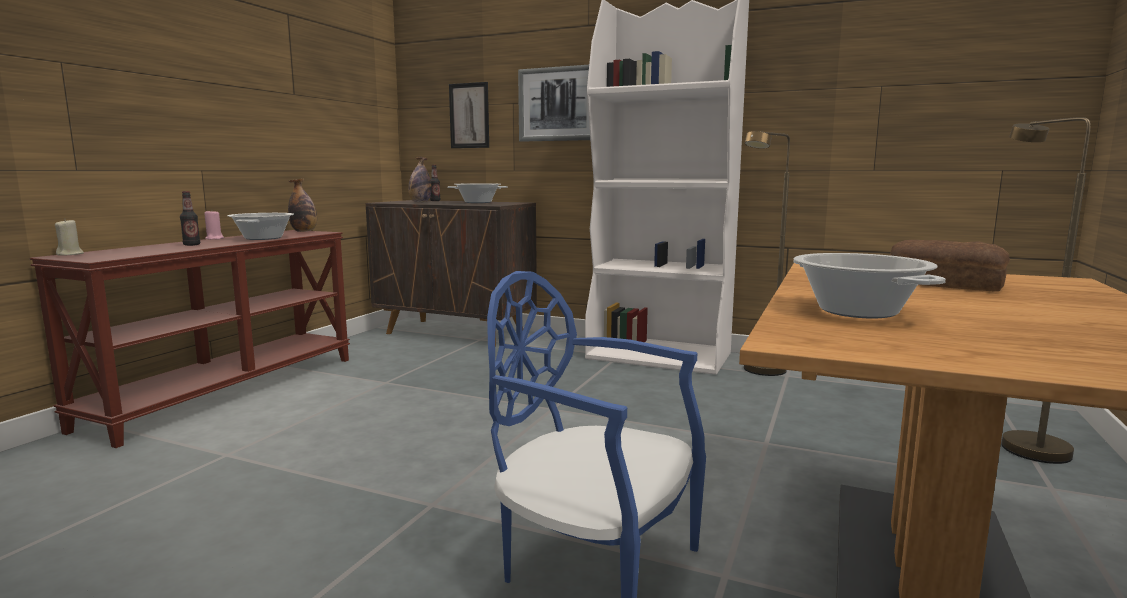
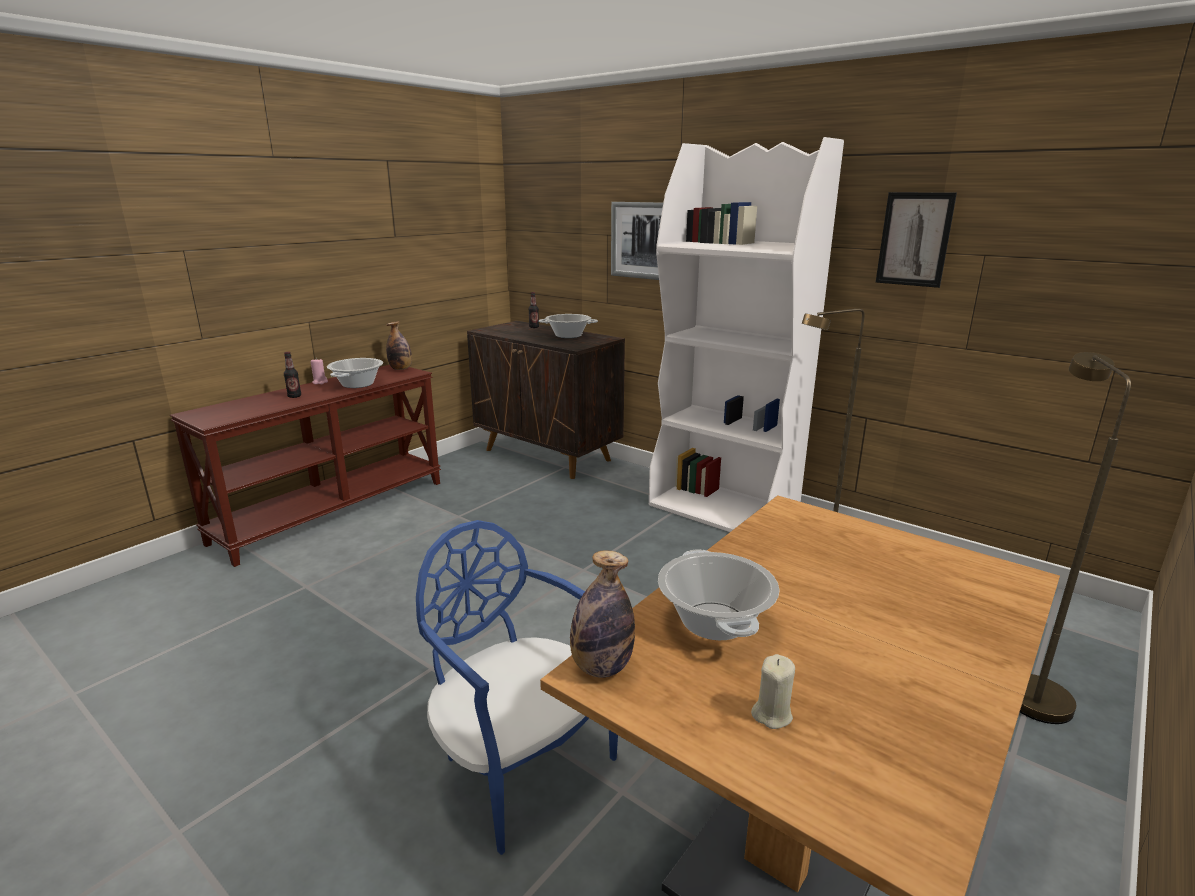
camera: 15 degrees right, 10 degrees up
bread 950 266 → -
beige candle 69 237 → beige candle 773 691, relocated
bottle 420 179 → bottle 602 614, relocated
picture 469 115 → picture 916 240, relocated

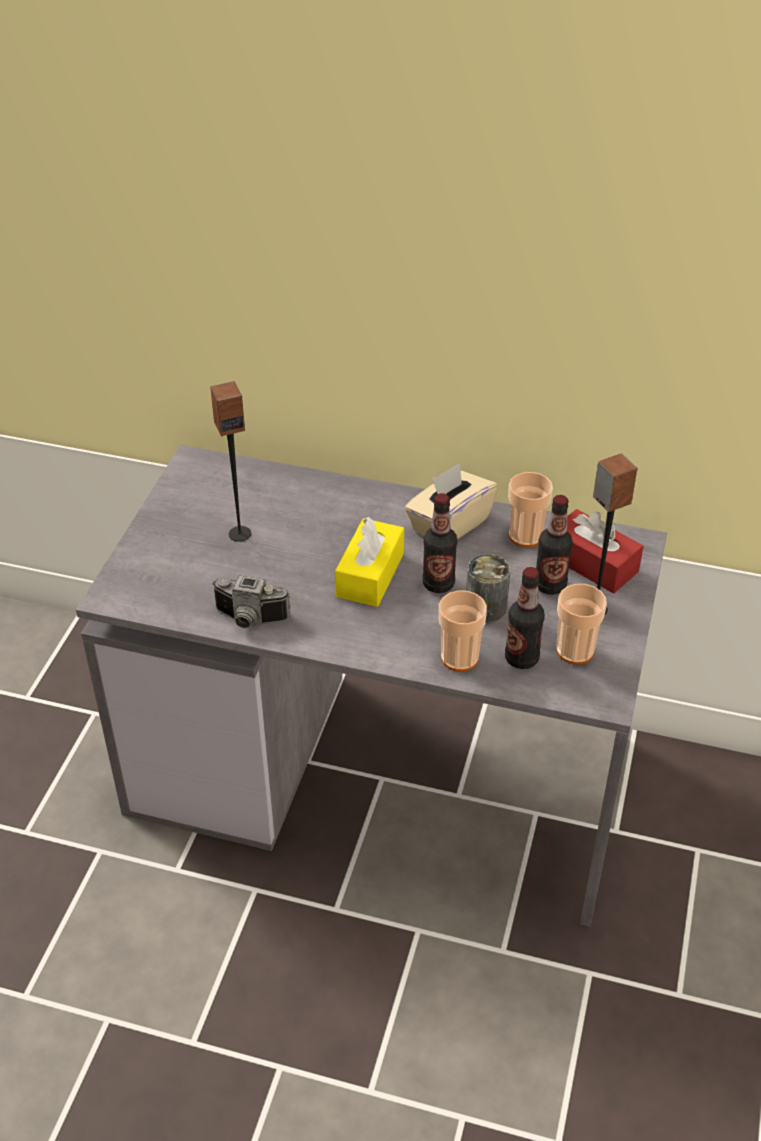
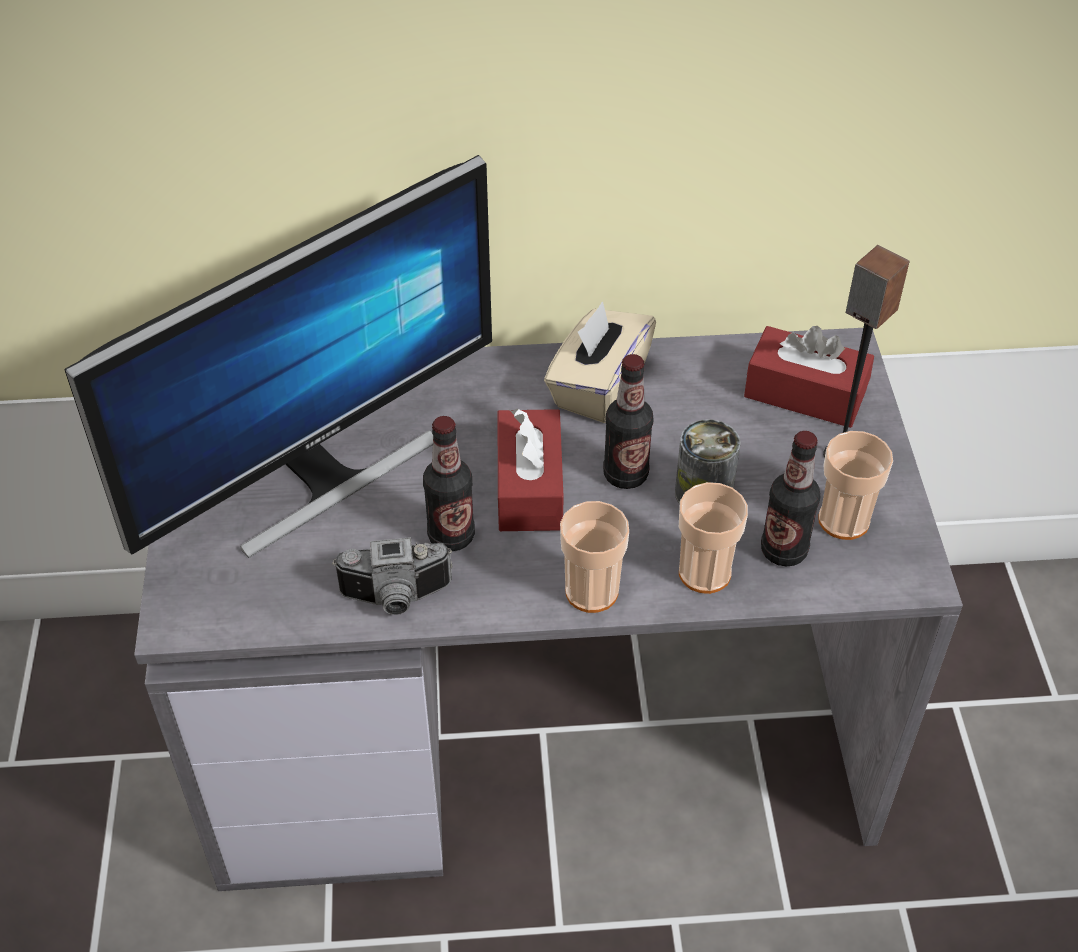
camera: 20 degrees left, 5 degrees up
cup 530 509 → cup 594 557, relocated
bottle 554 545 → bottle 449 483, relocated
speaker 230 461 → monitor 278 356
yellow tissue box 369 562 → red tissue box 531 470

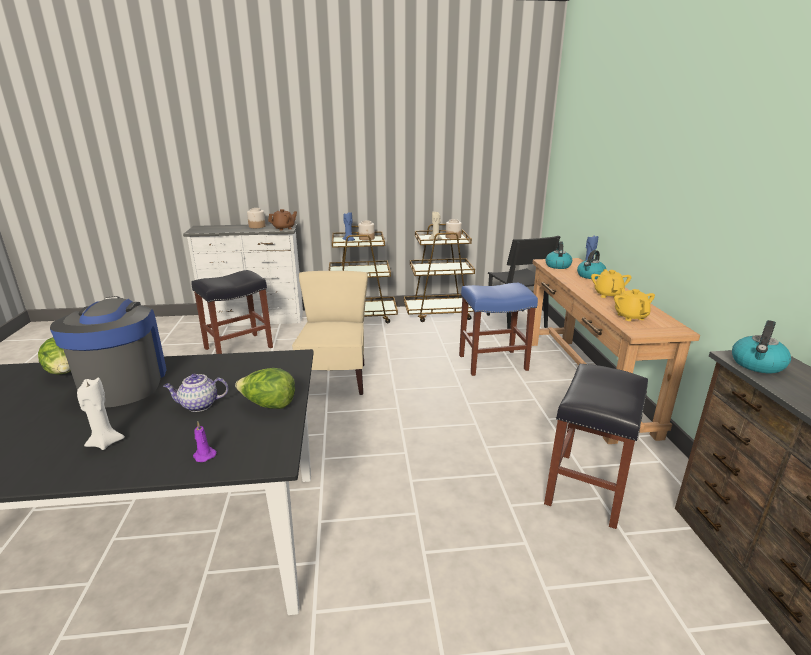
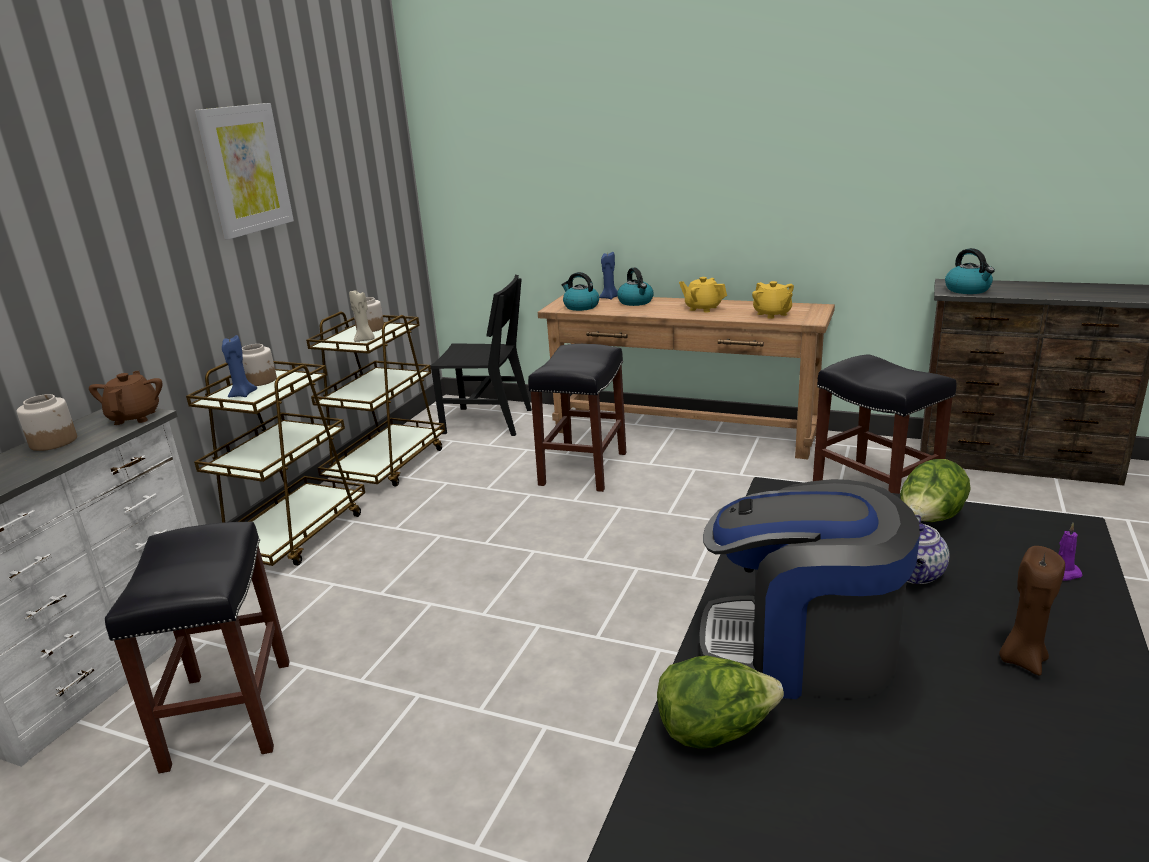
camera: 60 degrees left, 0 degrees up
beige chair 330 333 → -
- → picture 244 171
white candle 101 414 → brown candle 1032 611
blue stool 498 329 → black stool 577 418
yellow teapot 634 304 → yellow teapot 773 300, 135 degrees counterclockwise

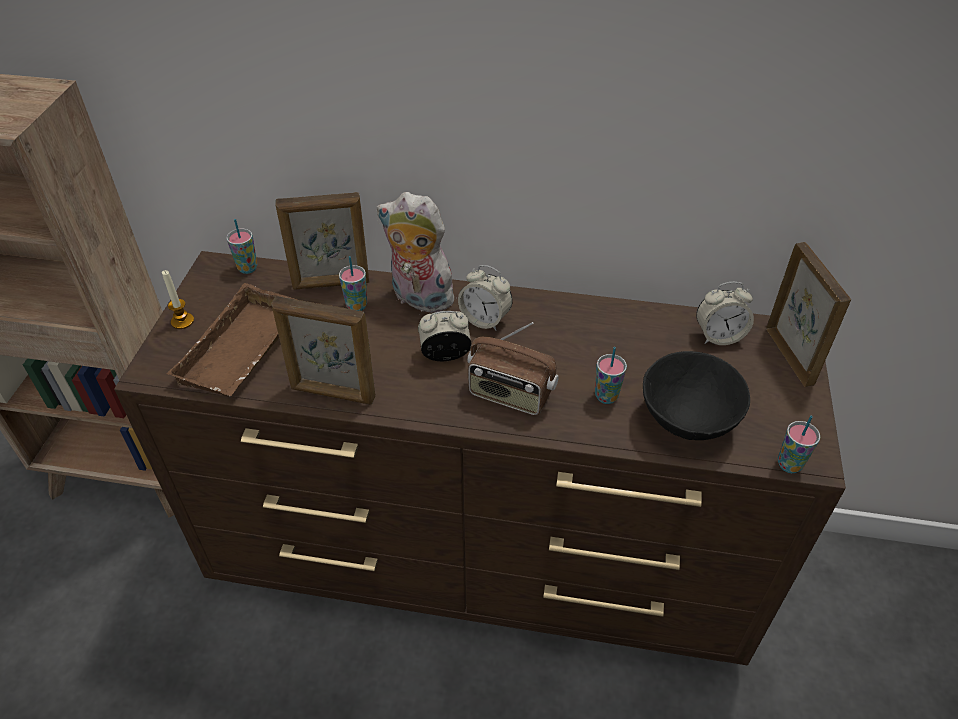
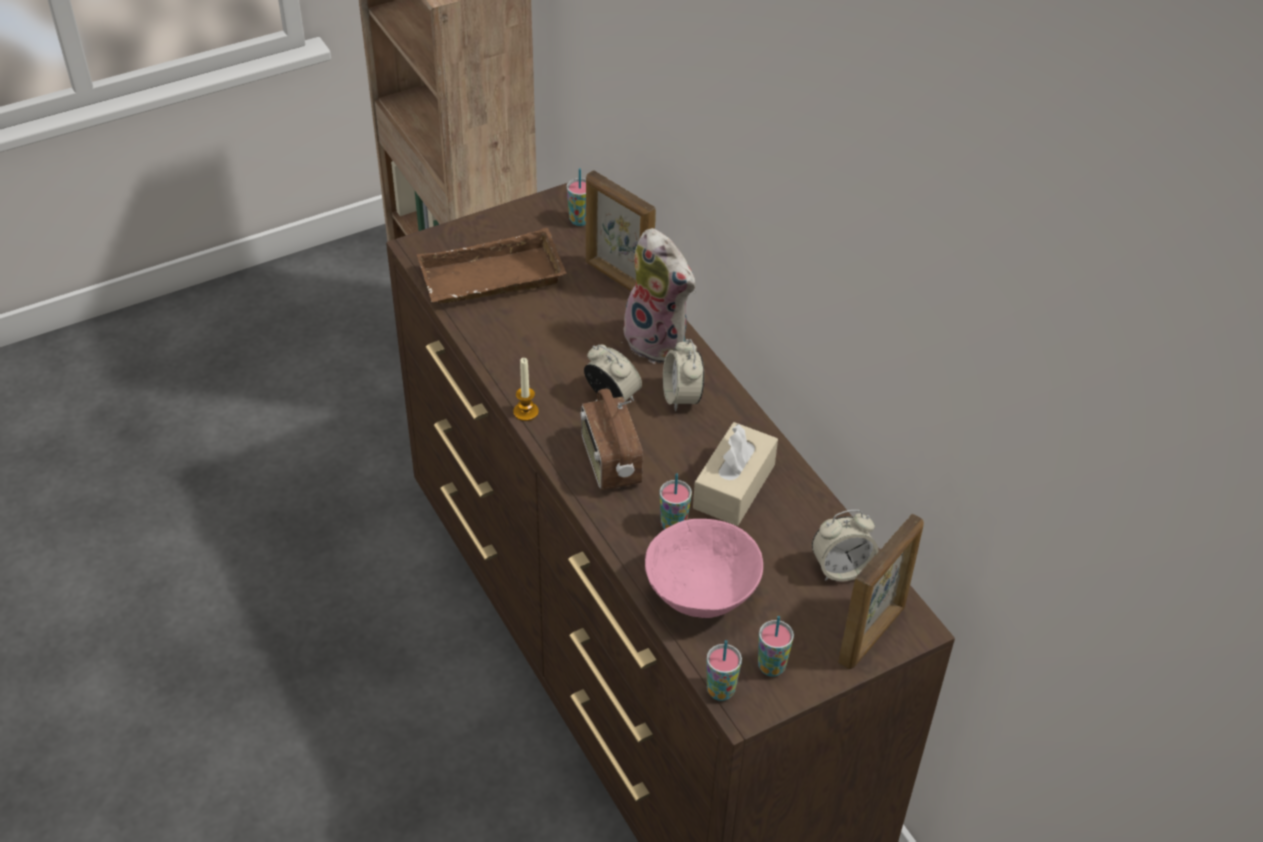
camera: 50 degrees right, 0 degrees up
picture frame 323 350 → -
- → beige tissue box 735 474
candle 178 299 → candle 526 389, relocated
cup 353 283 → cup 776 646, relocated
black bowl 696 395 → pink bowl 704 568
plush toy 415 252 → plush toy 656 296, 150 degrees clockwise
alarm clock 725 313 → alarm clock 845 546, 60 degrees counterclockwise

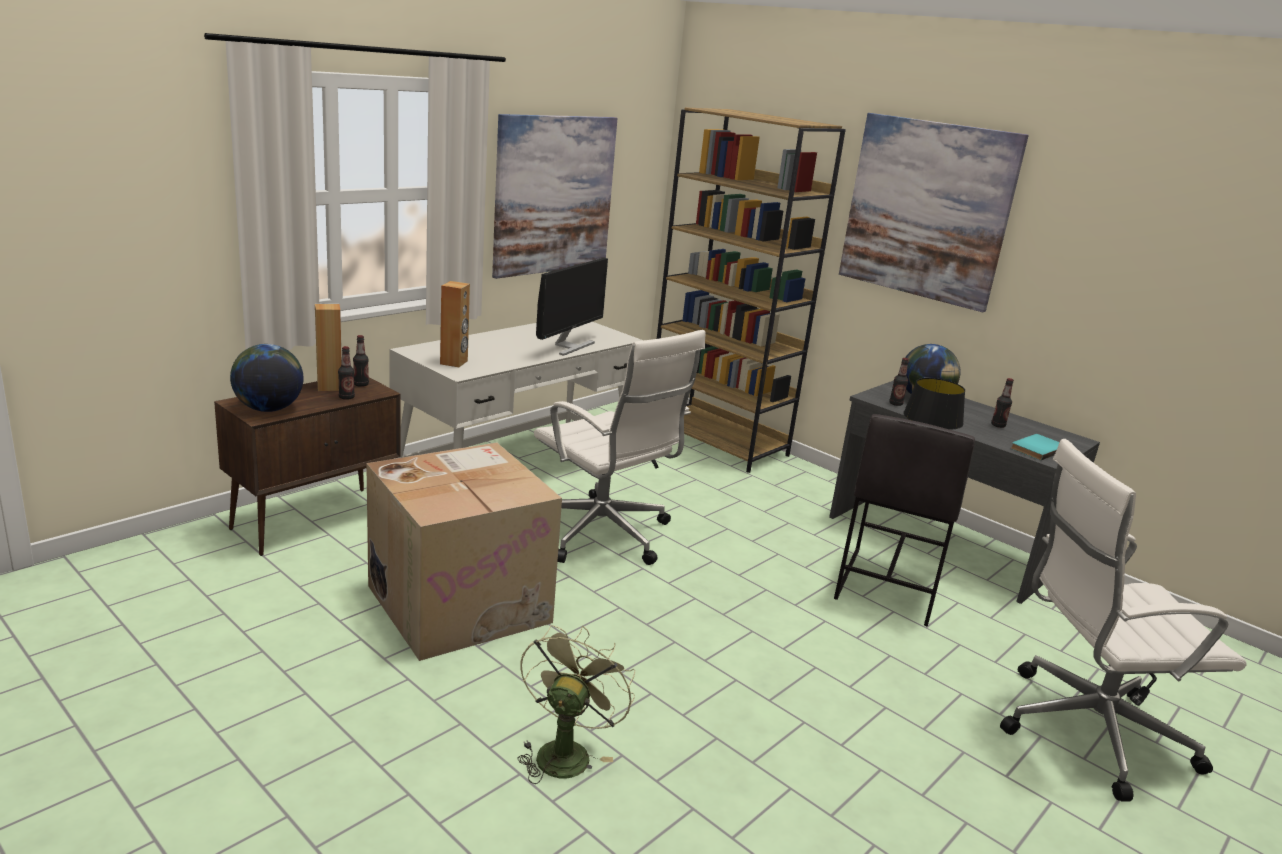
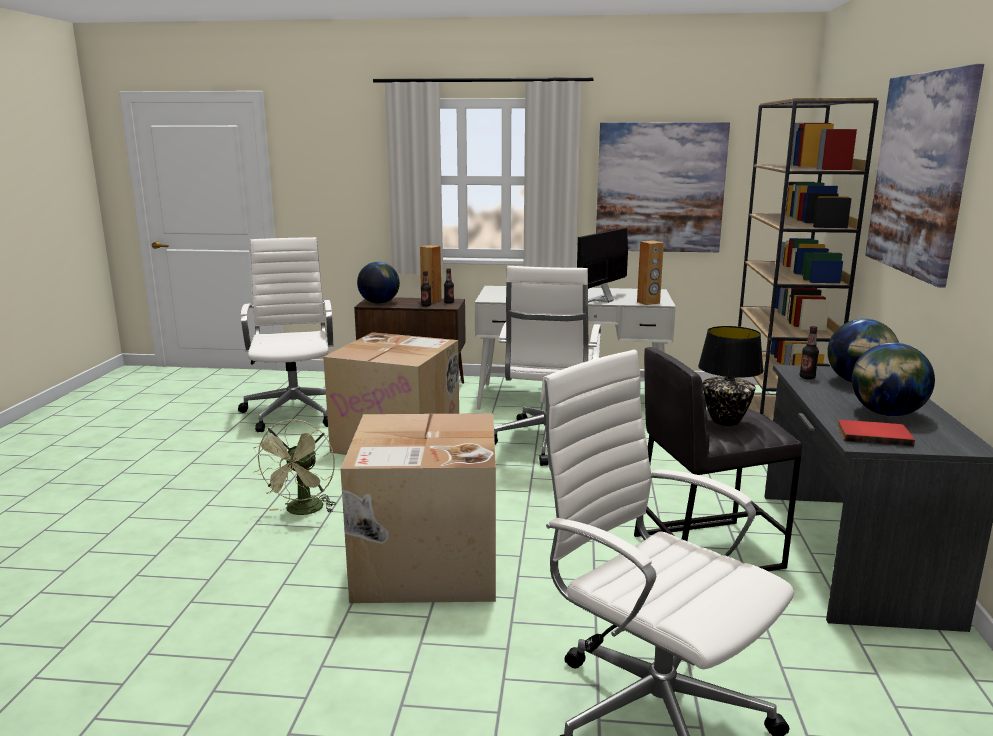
camera: 55 degrees right, 5 degrees down
- → white office chair 286 334
- → cardboard box 418 508
brown speaker 455 324 → brown speaker 650 273, relocated
bottle 1002 403 → globe 893 379
turquoise book 1035 447 → red book 876 433
green fan 576 704 → green fan 294 467, 120 degrees clockwise
monitor 572 307 → monitor 602 265, 135 degrees clockwise

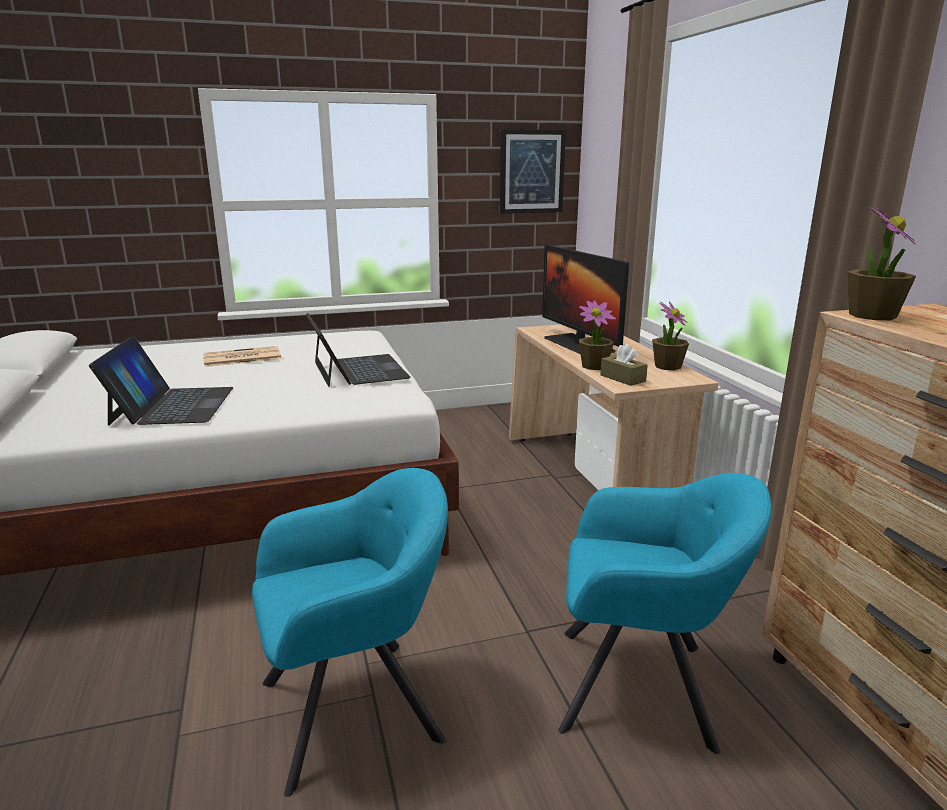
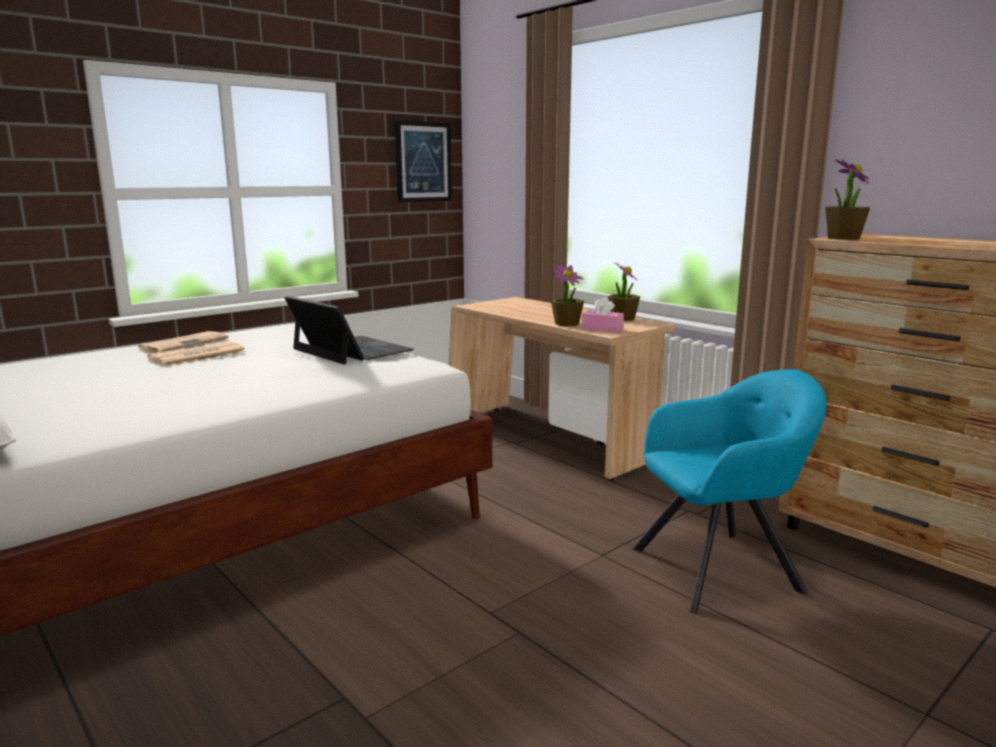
camera: 25 degrees left, 5 degrees down
laptop 161 380 → -
turquoise armchair 350 632 → -
monitor 585 299 → -
- → newspaper 183 342
brown tissue box 624 365 → pink tissue box 603 315

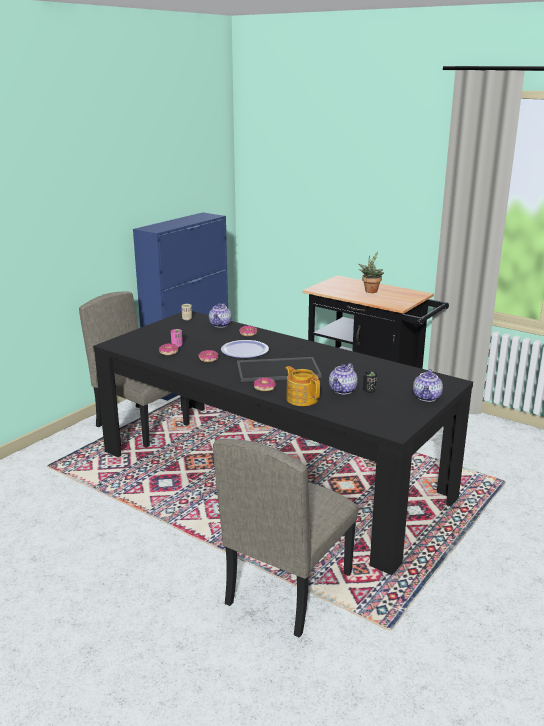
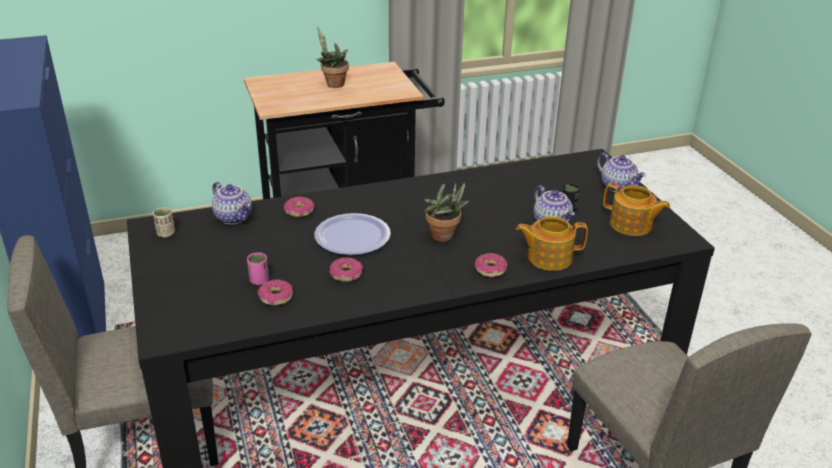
camera: 55 degrees left, 10 degrees up
- → teapot 636 209
tray 279 369 → potted plant 446 212

